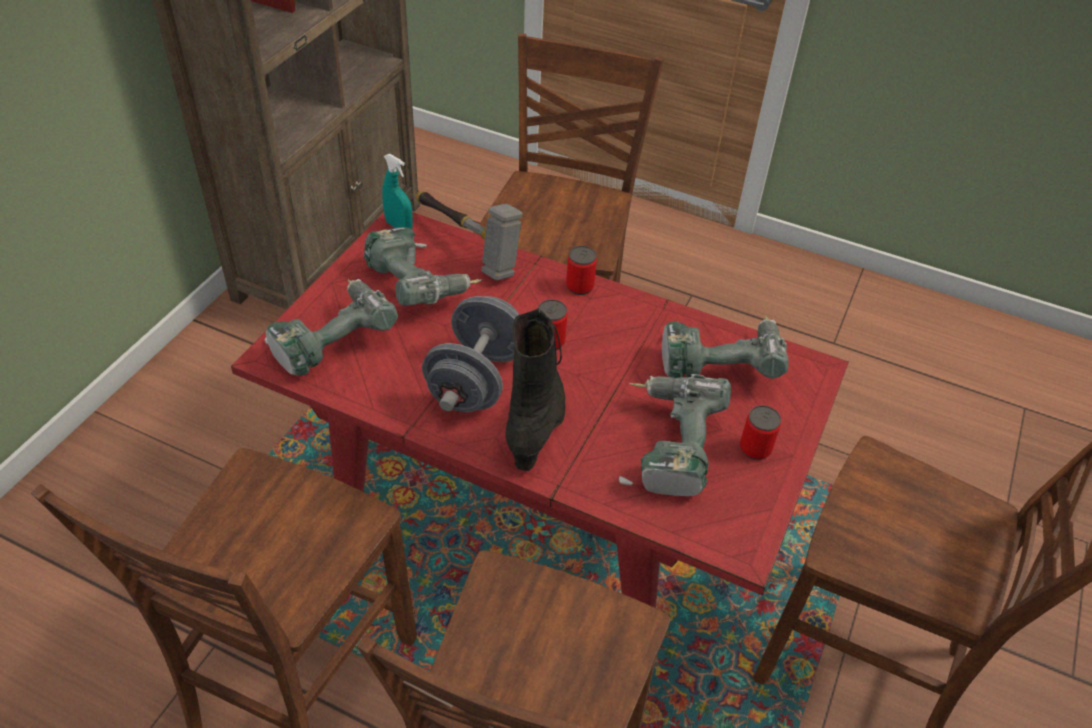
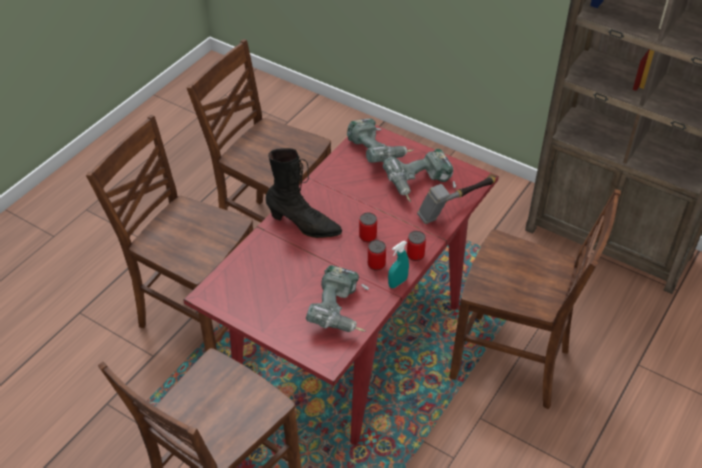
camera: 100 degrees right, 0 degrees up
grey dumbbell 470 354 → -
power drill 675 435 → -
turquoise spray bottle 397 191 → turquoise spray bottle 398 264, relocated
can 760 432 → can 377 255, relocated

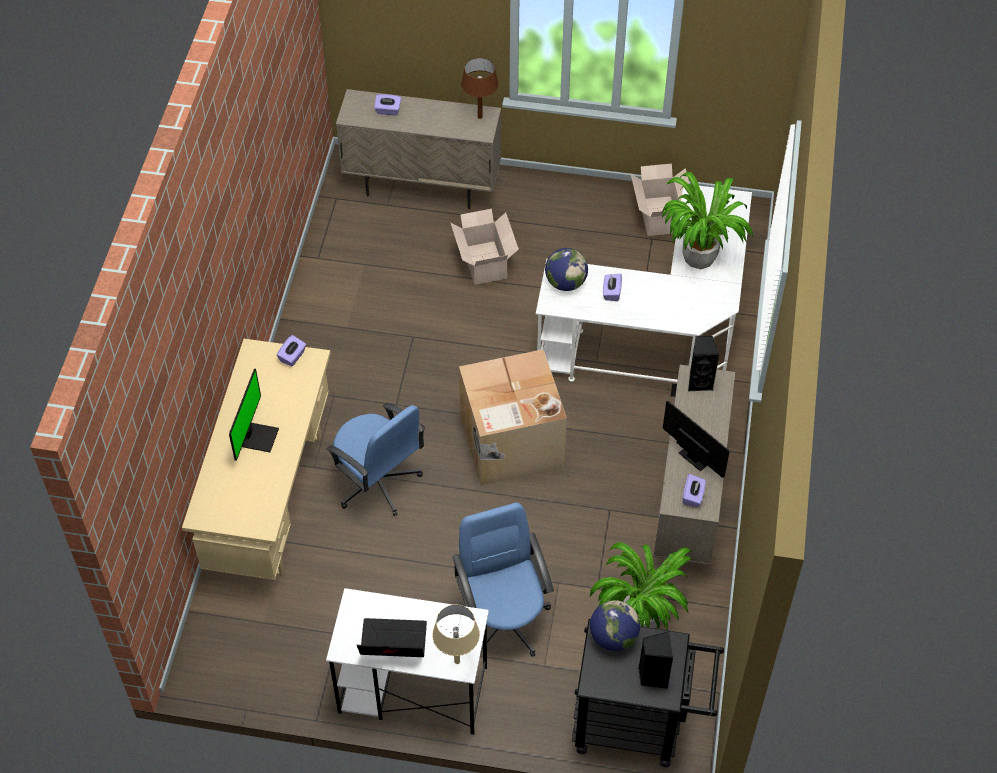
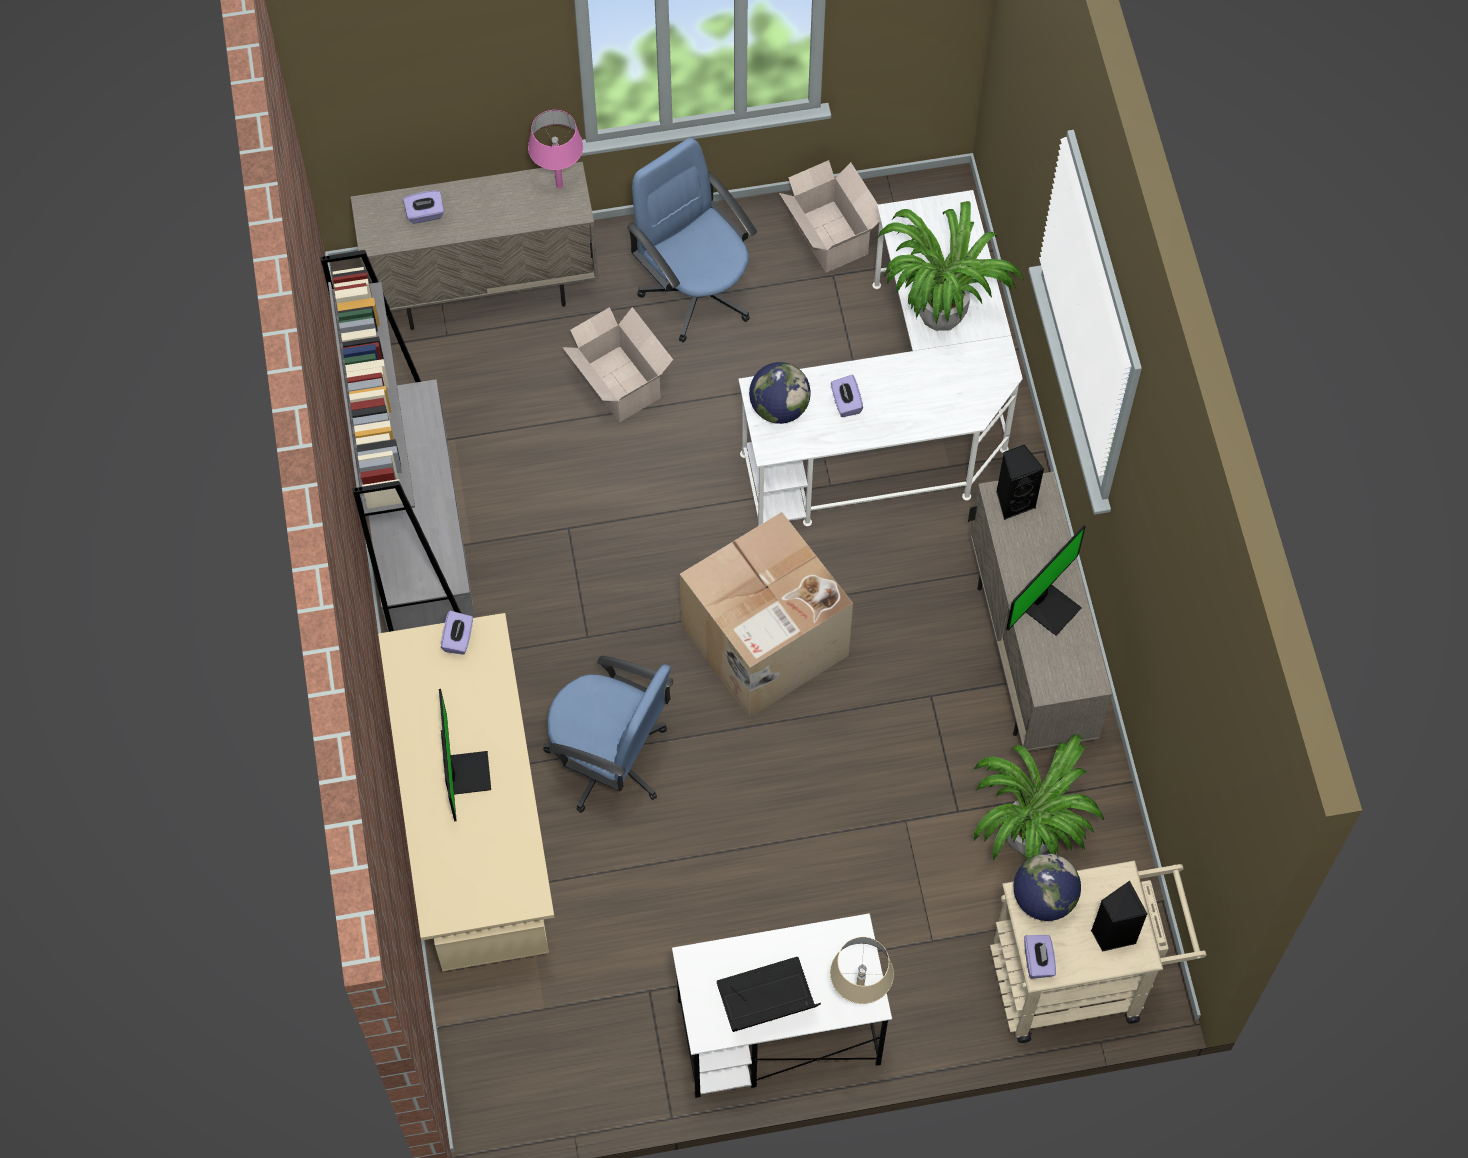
camera: 20 degrees left, 10 degrees up
- → grey bookcase 397 441
blue office chair 503 580 → blue office chair 692 240, relocated
purple tissue box 694 490 → purple tissue box 1040 957, relocated
brown table lamp 479 88 → pink table lamp 555 149
black cart 648 693 → beige cart 1098 951
monitor 696 439 → monitor 1045 581, 105 degrees clockwise

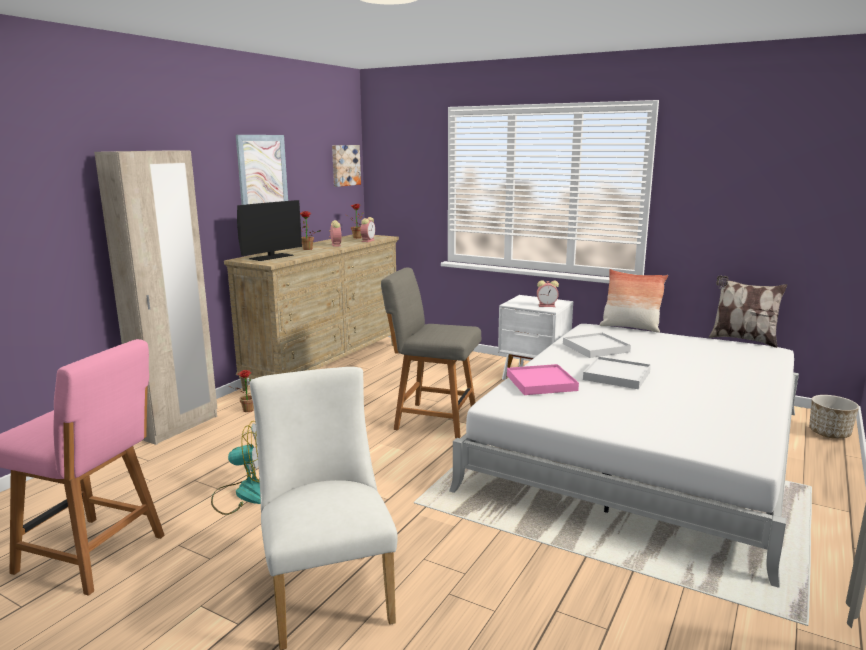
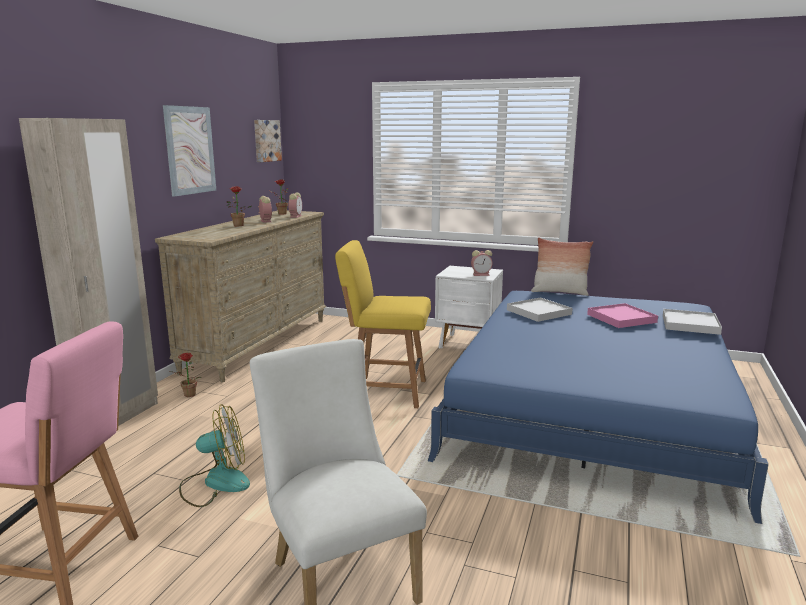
camera: 10 degrees left, 0 degrees up
monitor 269 230 → -
pillow 748 311 → -
planter 834 417 → -
pink tray 543 379 → pink tray 622 315, relocated
white tray 617 372 → white tray 692 322, relocated
grey chair 431 353 → yellow chair 383 324
white bed 624 456 → blue bed 598 407

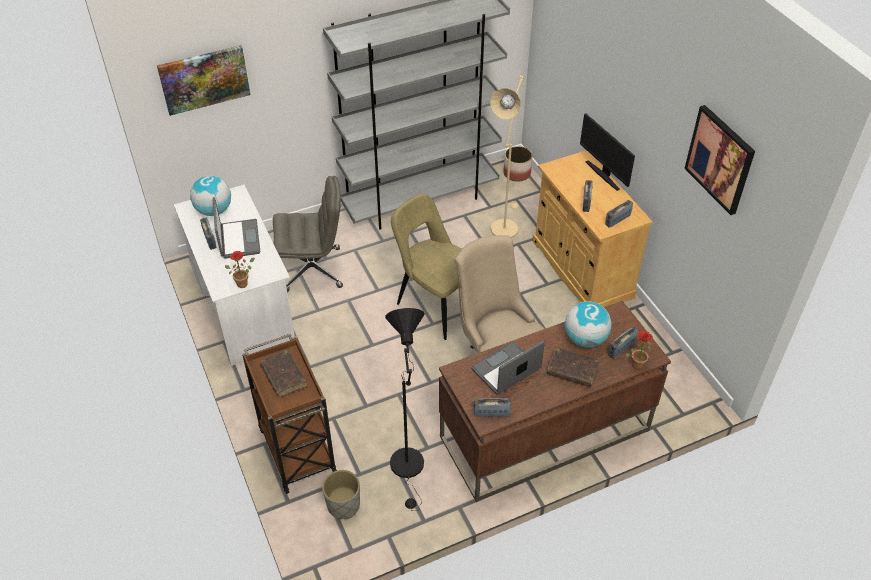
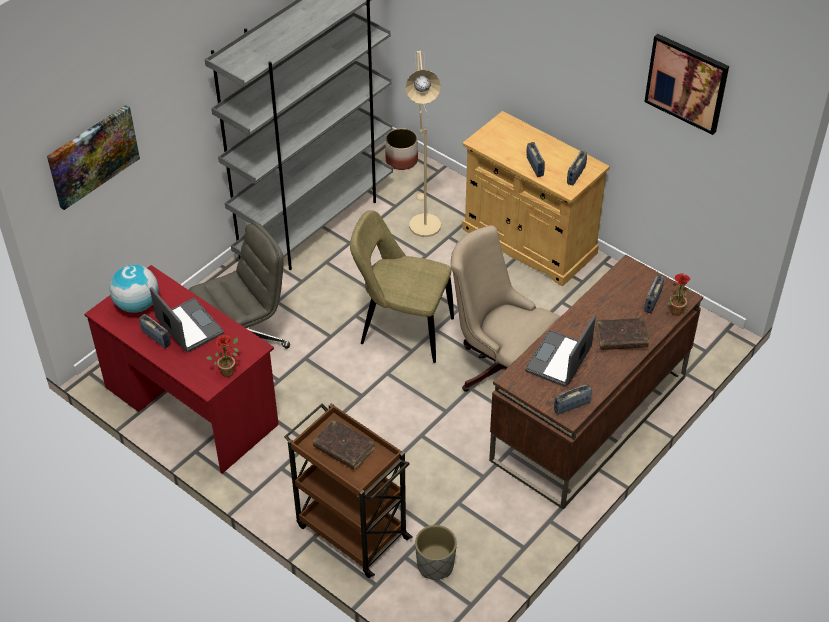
camera: 25 degrees left, 0 degrees up
black floor lamp 405 409 → -
globe 588 324 → -
monitor 607 152 → -
white desk 234 275 → red desk 182 369

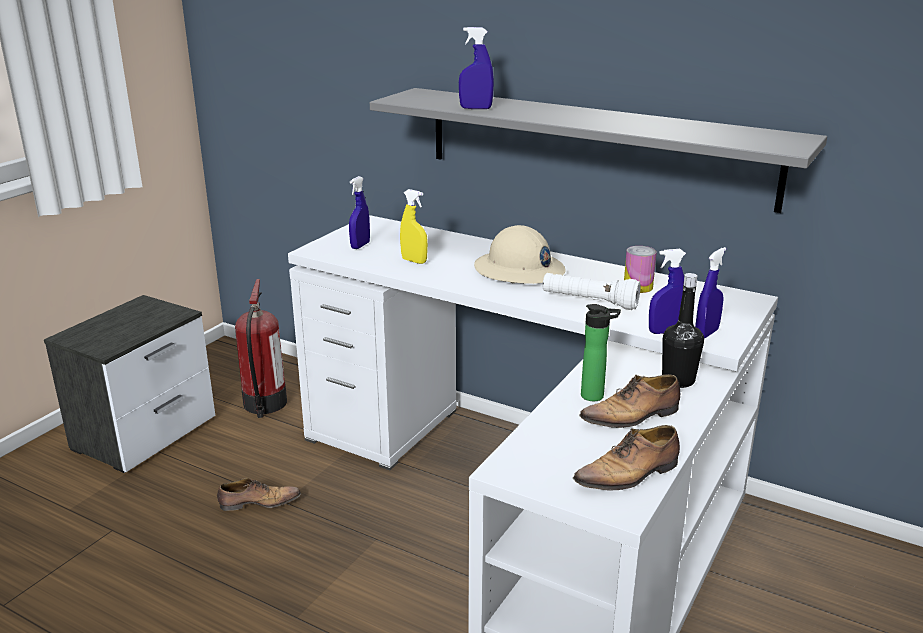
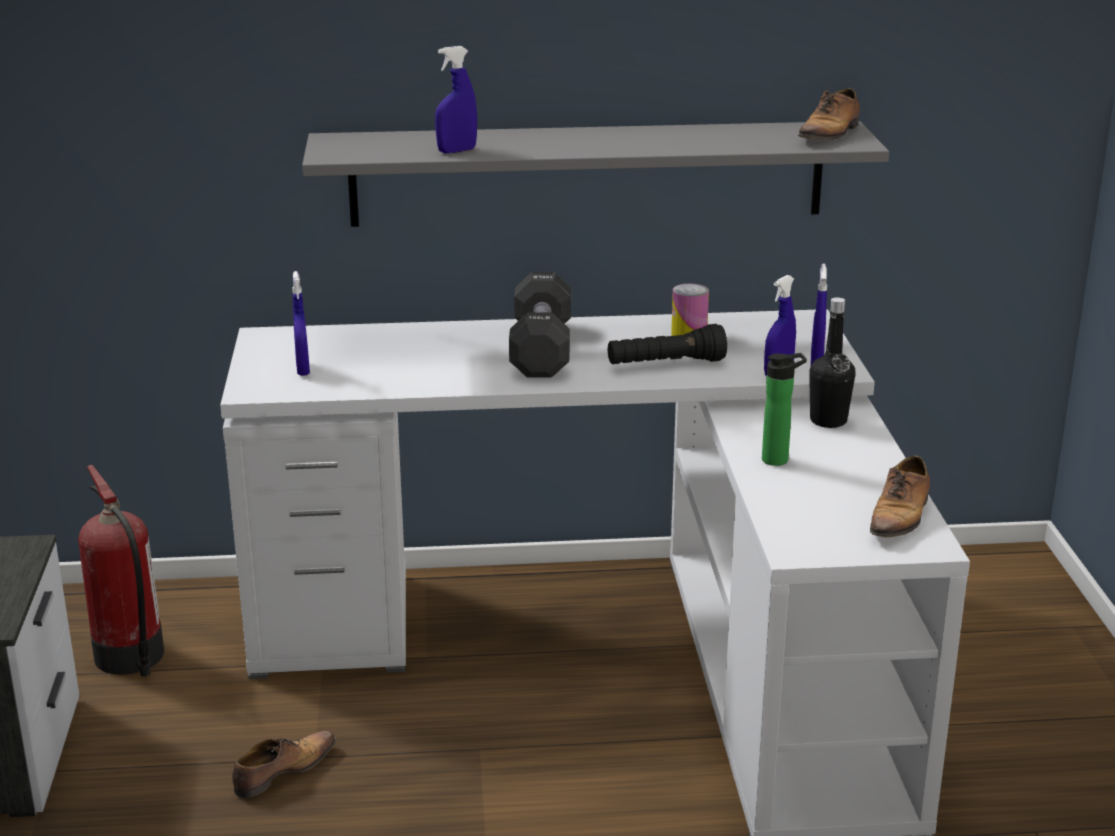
camera: 35 degrees left, 0 degrees up
yellow spray bottle 414 226 → -
shoe 629 402 → shoe 829 117, relocated
beige hard hat 520 254 → black dumbbell 540 325
white flashlight 592 291 → black flashlight 667 344

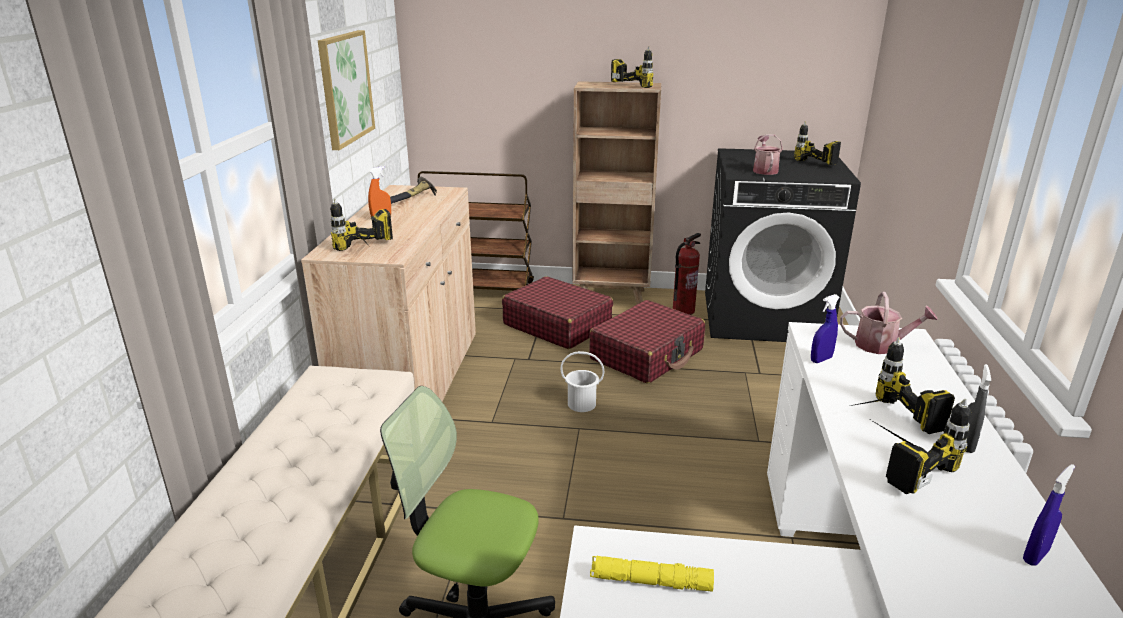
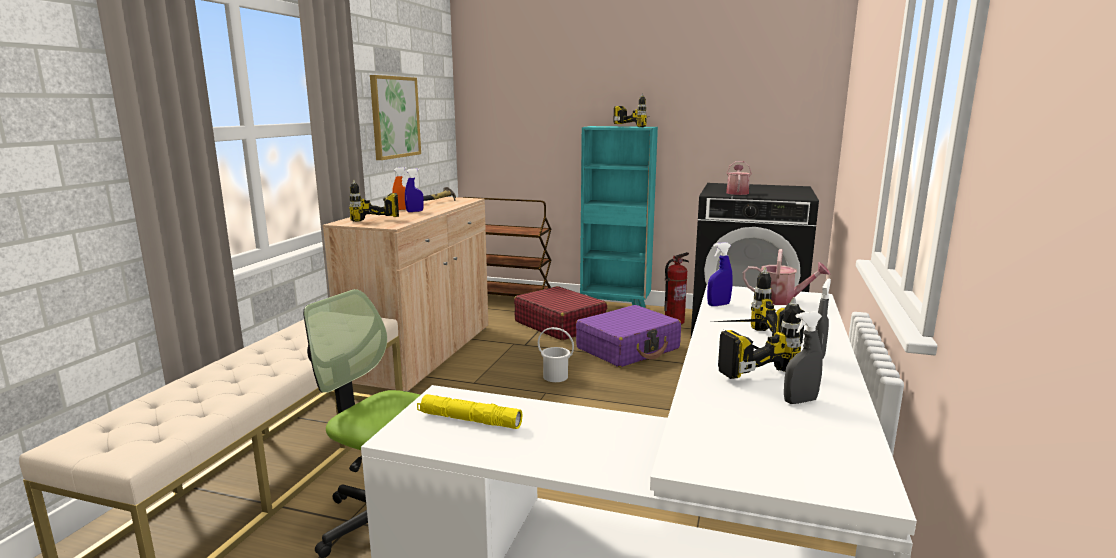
camera: 10 degrees right, 10 degrees down
power drill 817 143 → -
- → grey spray bottle 803 357
blue spray bottle 1049 514 → blue spray bottle 414 190, relocated
brown bookcase 616 192 → turquoise bookcase 619 217
red suitcase 647 342 → purple suitcase 628 336

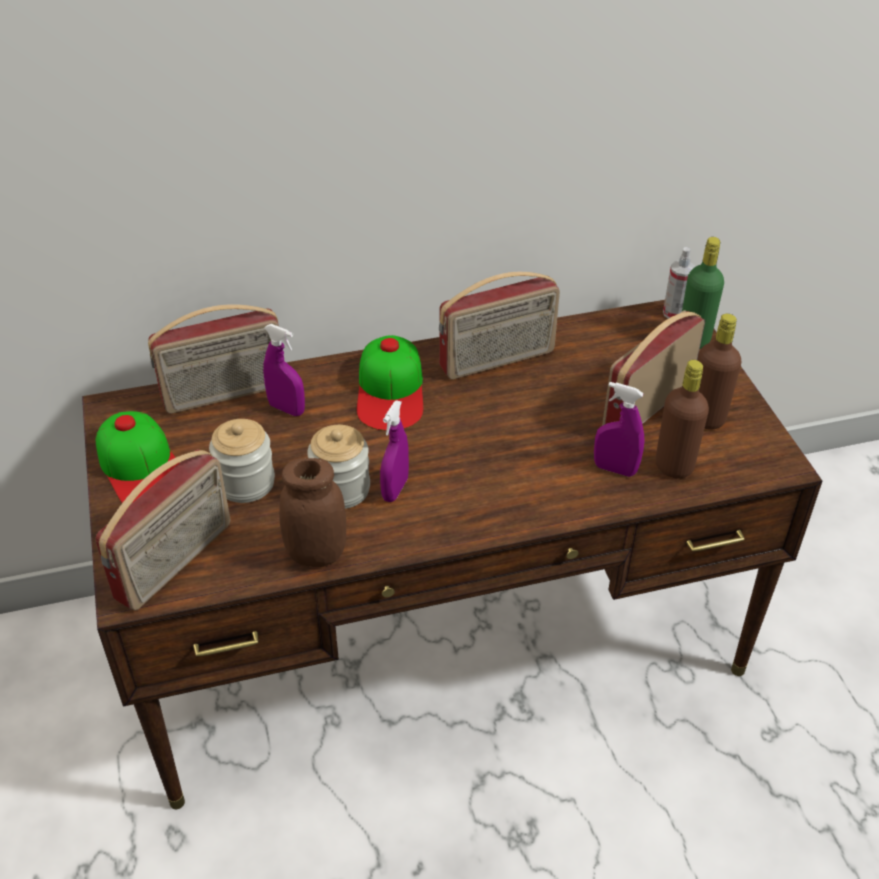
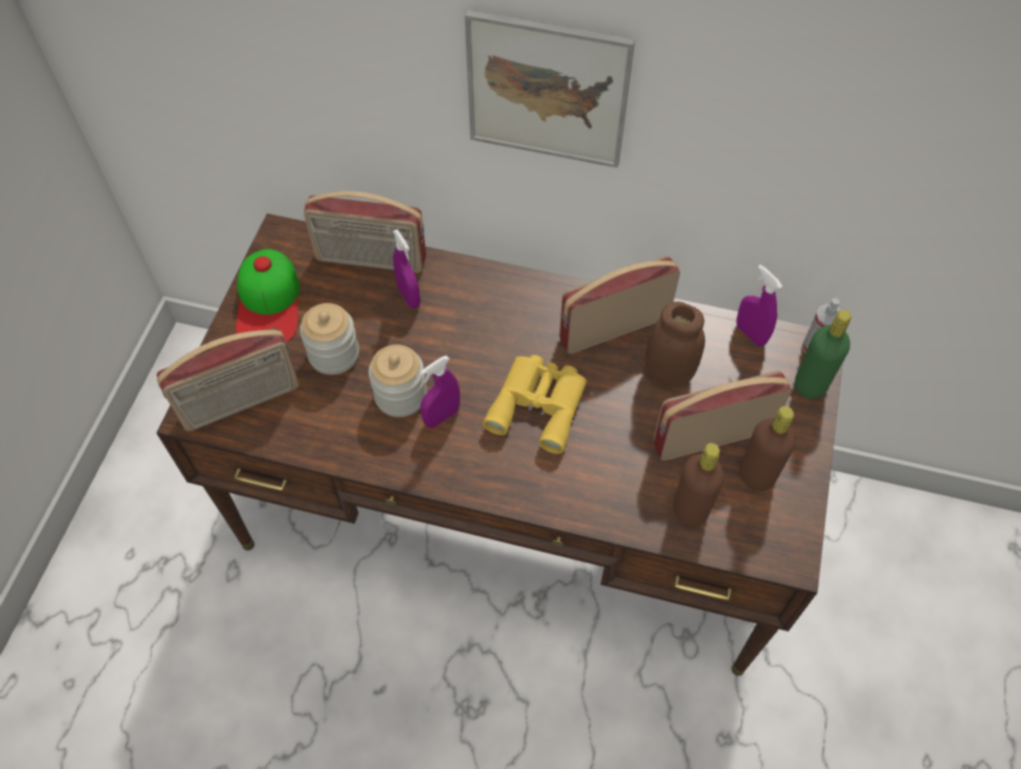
camera: 30 degrees right, 15 degrees up
cap 390 383 → -
- → picture 550 89
- → yellow binoculars 535 404
brown jar 312 512 → brown jar 675 344, relocated
purple spray bottle 619 429 → purple spray bottle 759 305, relocated
radio 499 325 → radio 619 305, 150 degrees clockwise

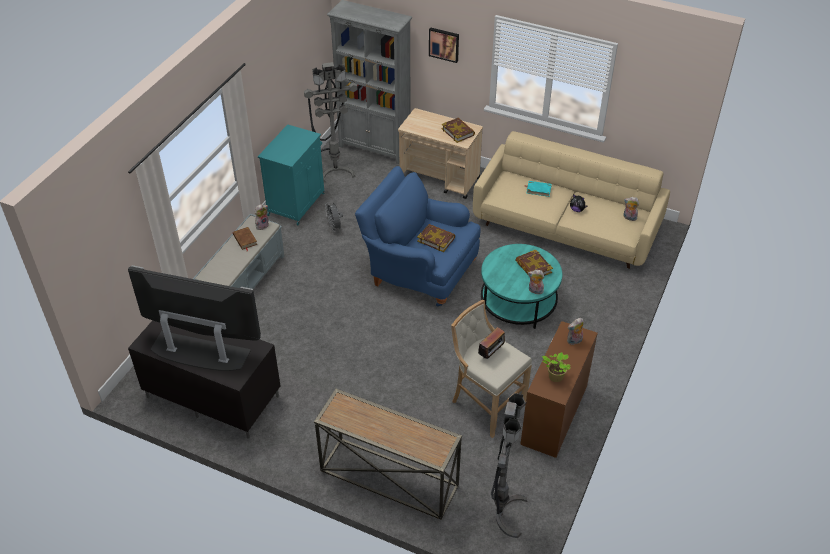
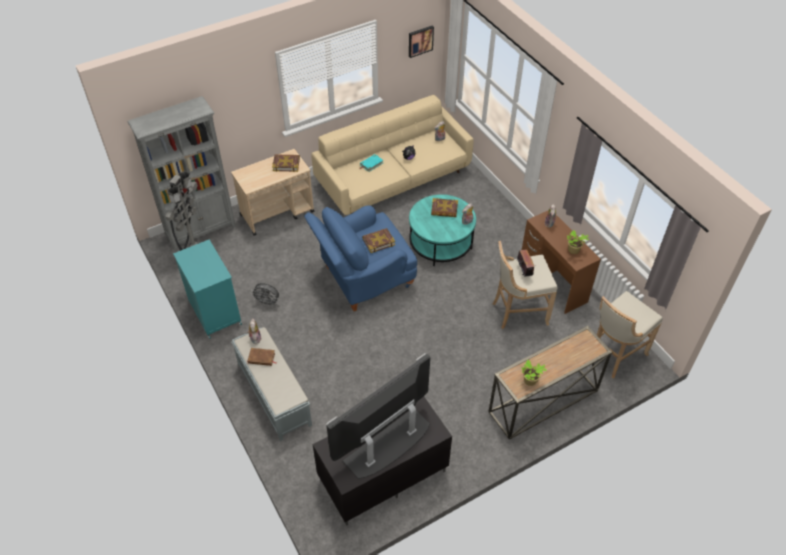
camera: 55 degrees left, 5 degrees up
- → potted plant 534 373
picture 444 45 → picture 421 42, relocated
grey floor lamp 509 465 → beige stool 630 334

